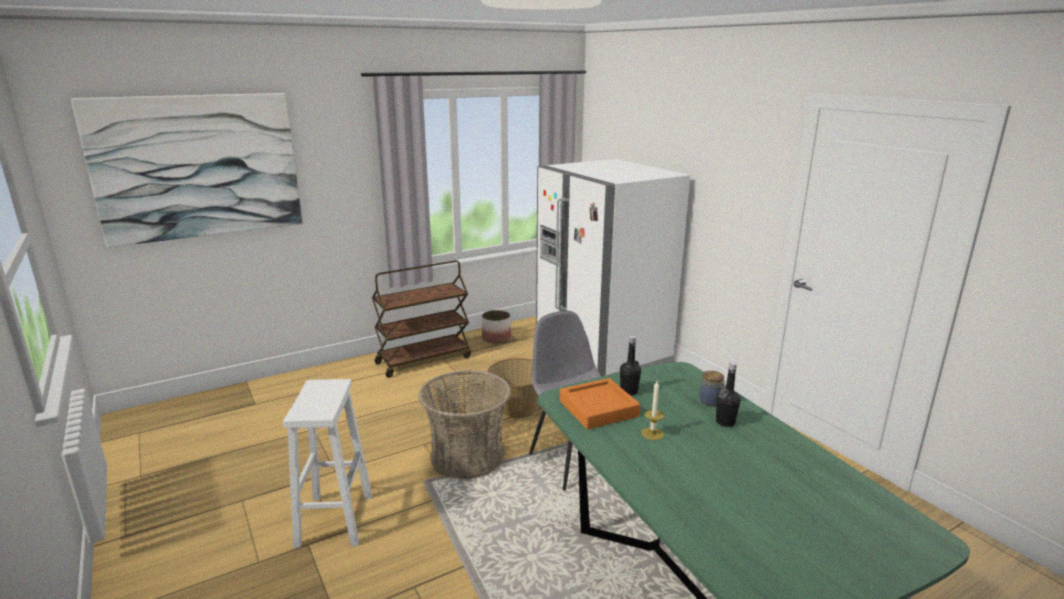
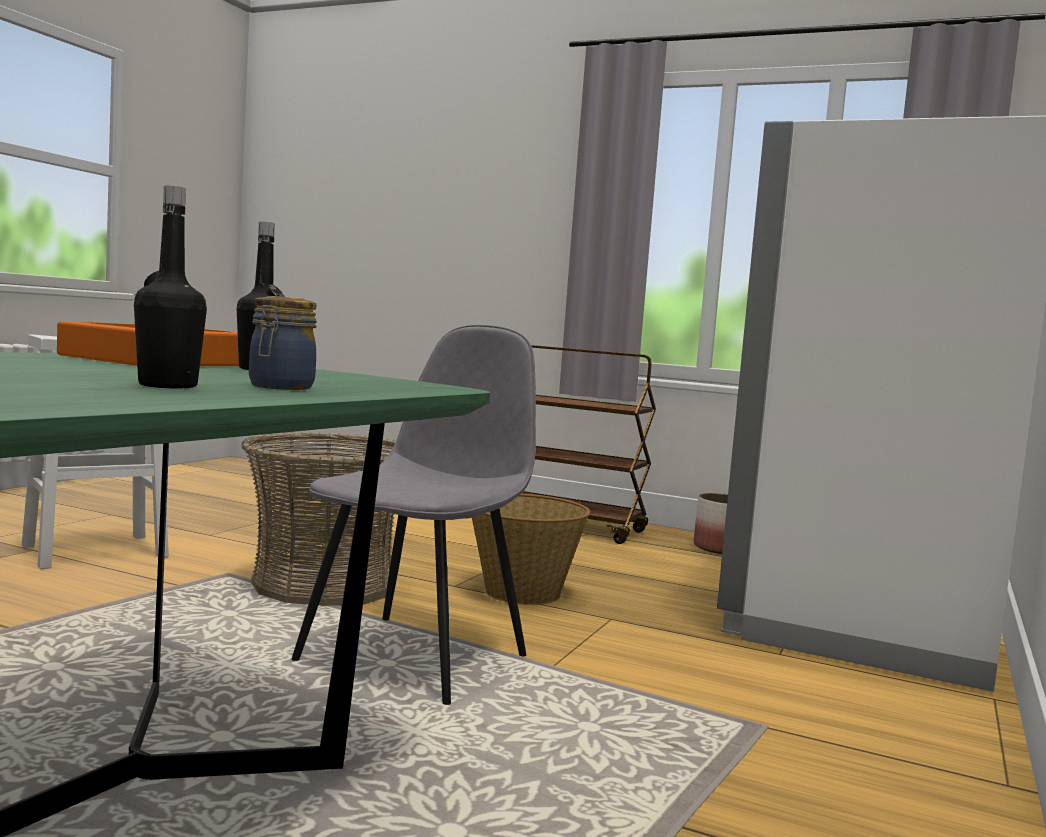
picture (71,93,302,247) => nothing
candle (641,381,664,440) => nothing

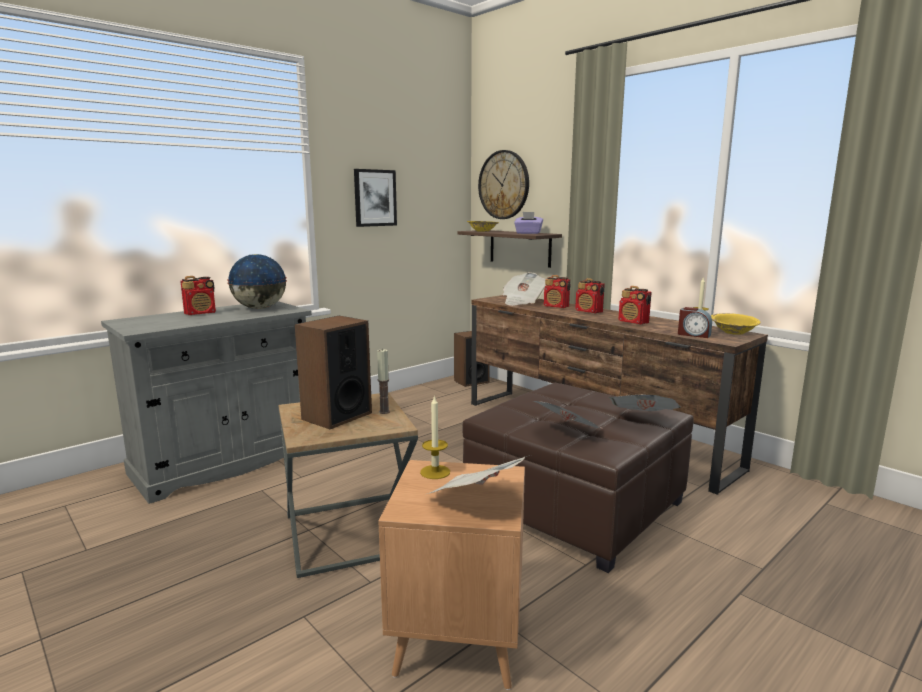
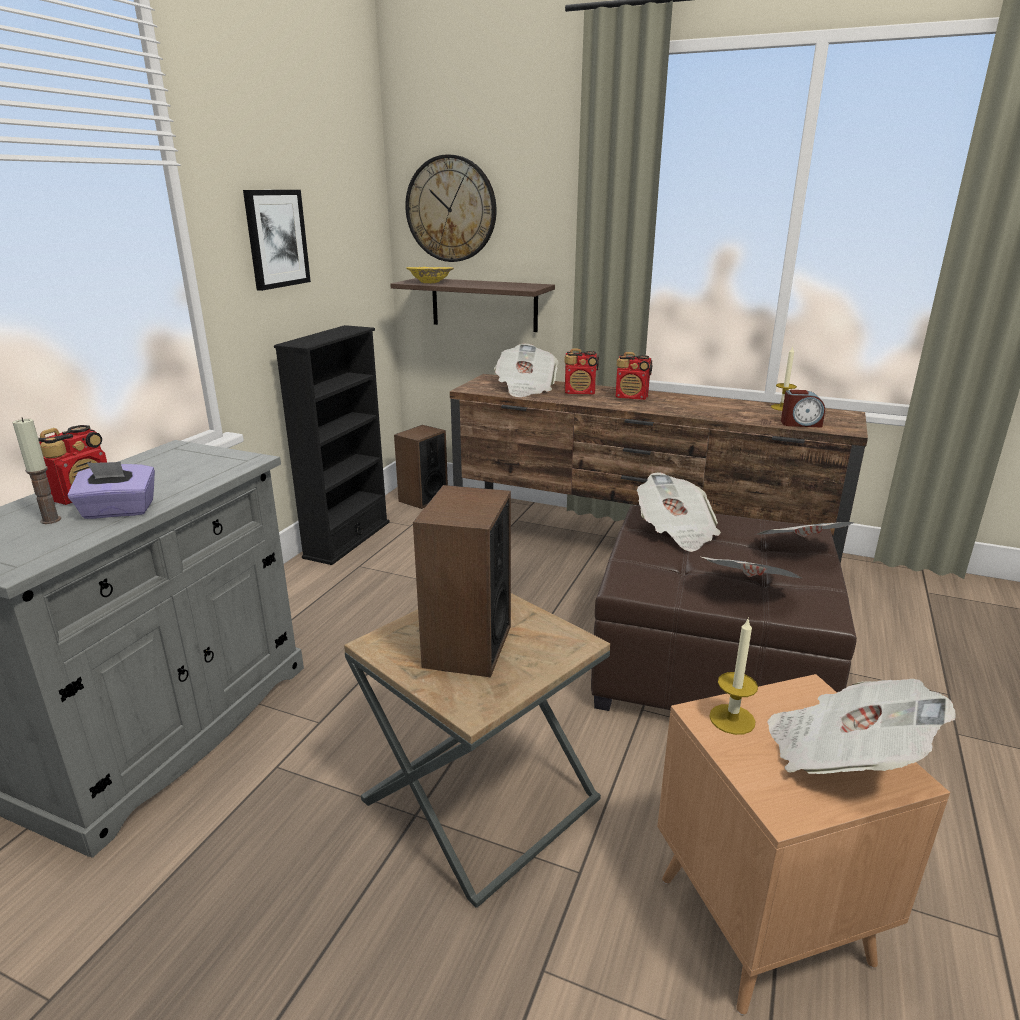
globe (227,254,287,309) => nothing
candle (377,348,390,414) => candle (12,418,61,524), relocated
tissue box (purple) (514,212,543,234) => tissue box (purple) (67,462,155,519), relocated
radio (619,286,652,324) => nothing
bowl (yellow) (711,313,761,335) => nothing
nothing => bookcase (black) (274,325,390,565)
nothing => newspaper (637,472,721,552)

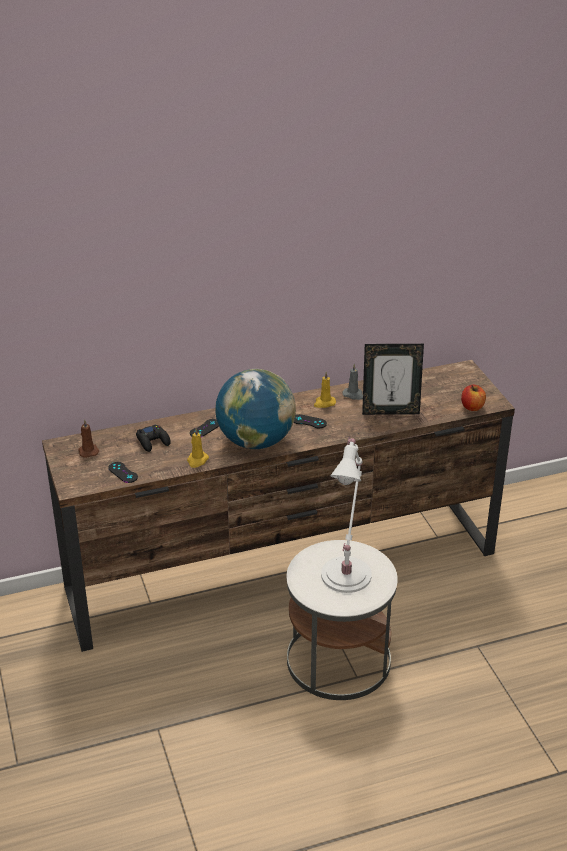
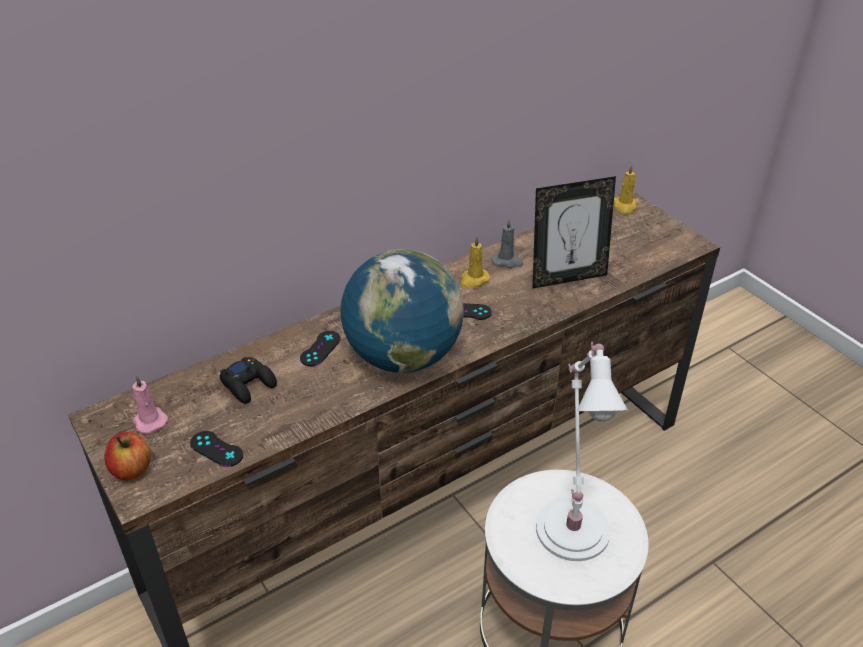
candle (brown) (78,419,99,458) => candle (pink) (132,375,168,433)
candle (yellow) (187,428,209,468) => candle (yellow) (614,164,637,214), relocated
apple (461,385,486,411) => apple (104,432,151,480), relocated

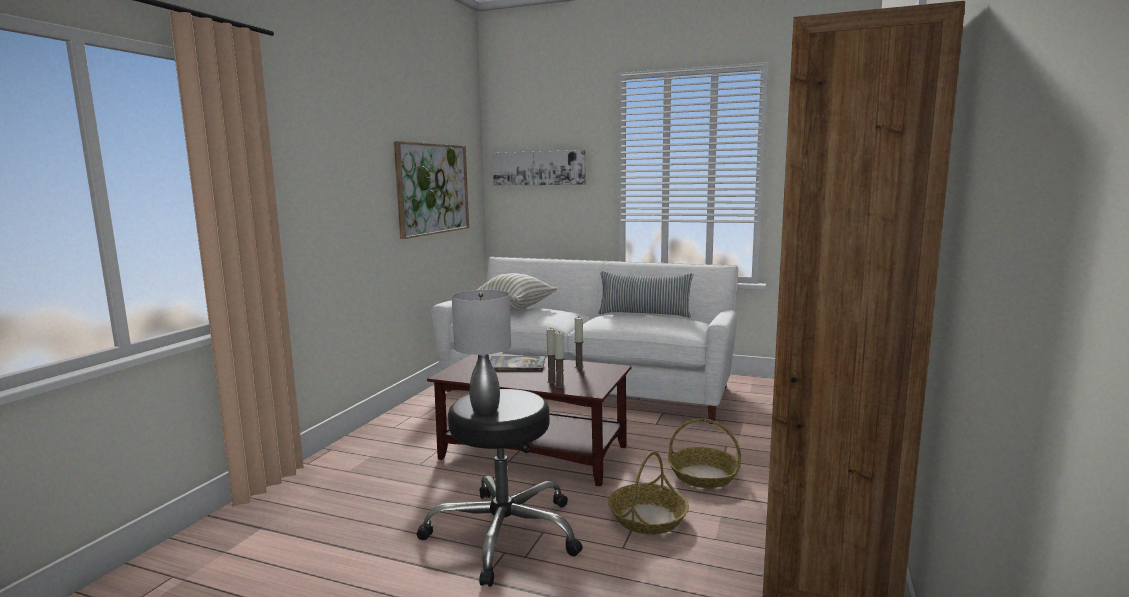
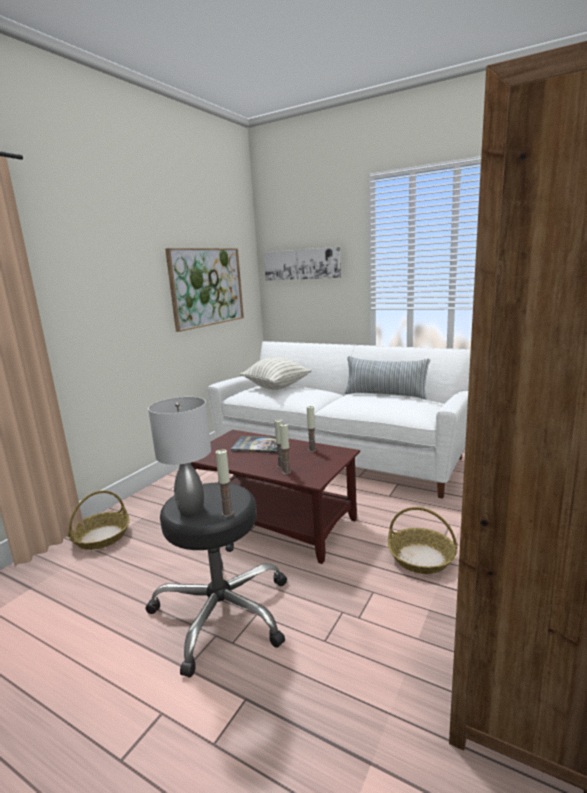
basket (608,451,689,535) => basket (68,490,130,550), relocated
nothing => candle (215,449,234,517)

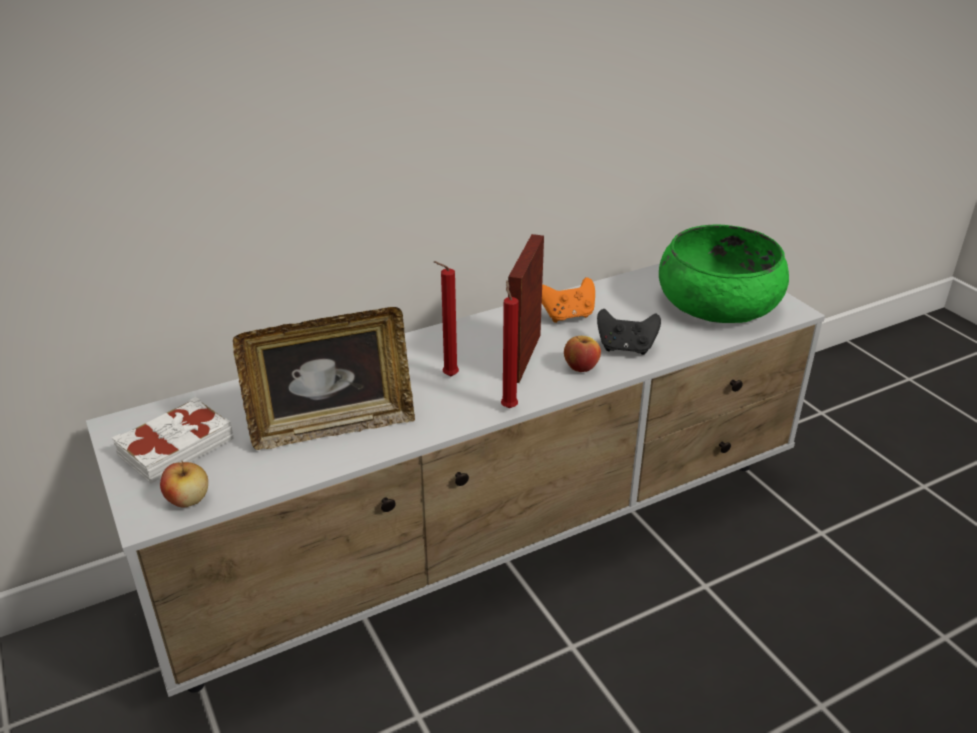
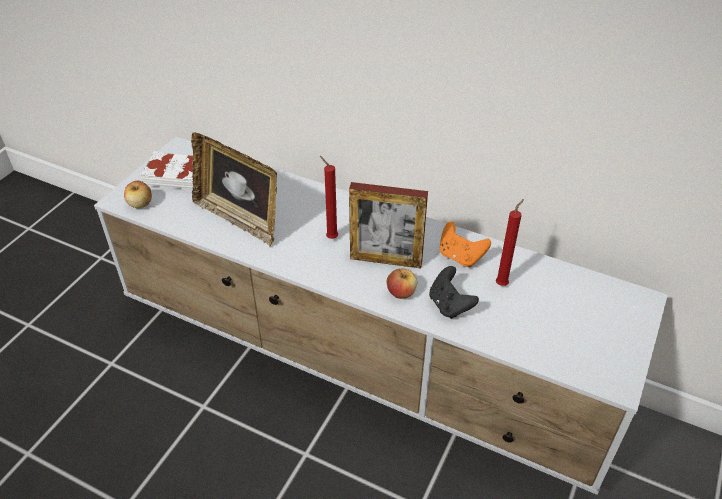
candle (red) (501,280,519,408) => candle (red) (496,199,524,286), relocated
picture frame (508,234,544,383) => picture frame (349,182,428,269), 150 degrees counterclockwise
bowl (green) (659,225,789,323) => nothing

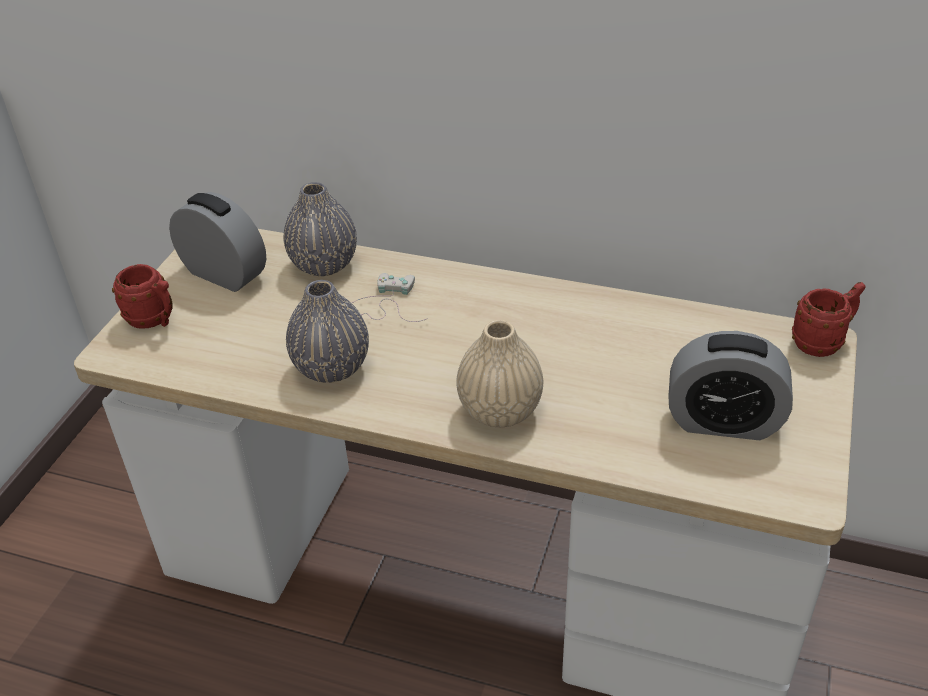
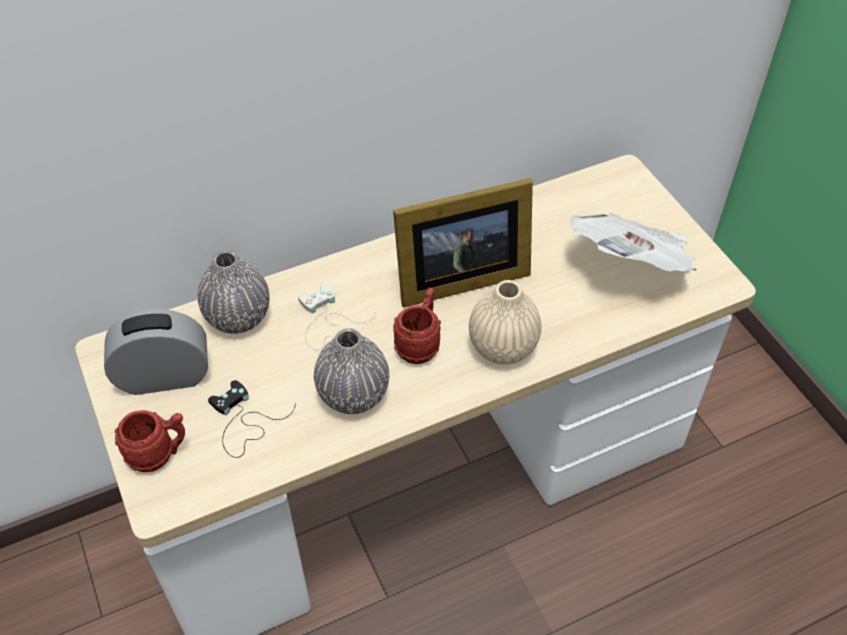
alarm clock (668,331,793,440) => newspaper (570,213,696,271)
mug (red) (792,282,866,357) => mug (red) (393,287,441,364), relocated
nothing => game controller (black) (208,380,296,458)
nothing => picture frame (393,178,533,308)

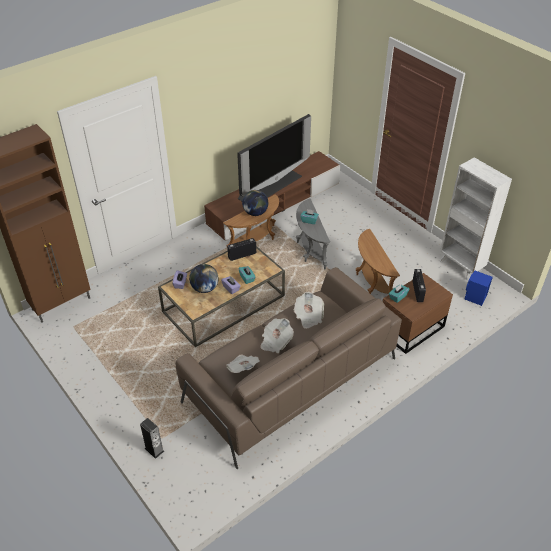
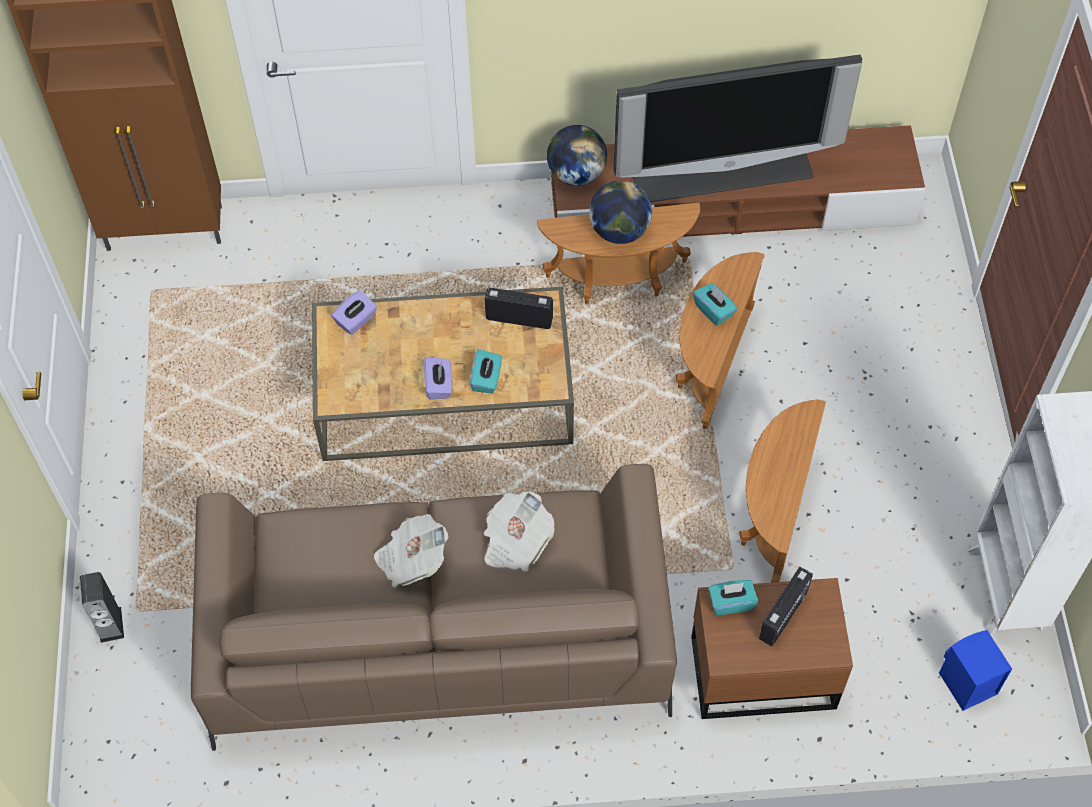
globe (189,264,219,293) => globe (547,125,607,186), relocated
newspaper (227,354,259,373) => nothing
side table (grey) (296,199,330,269) => side table (brown) (676,252,765,429)

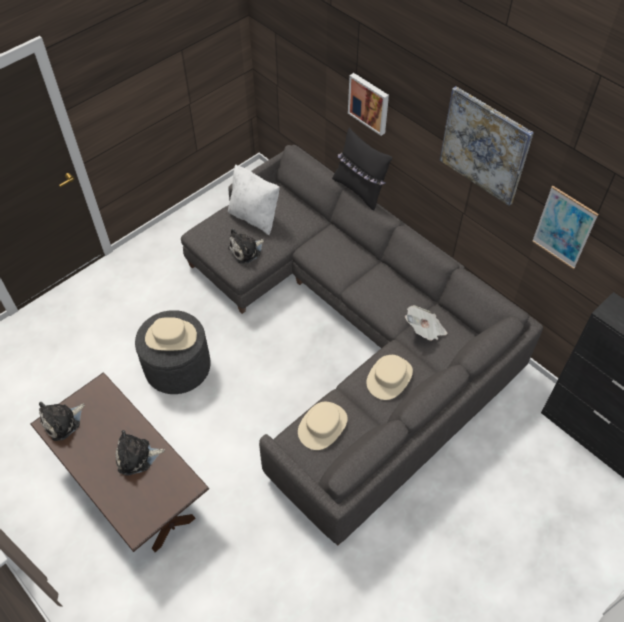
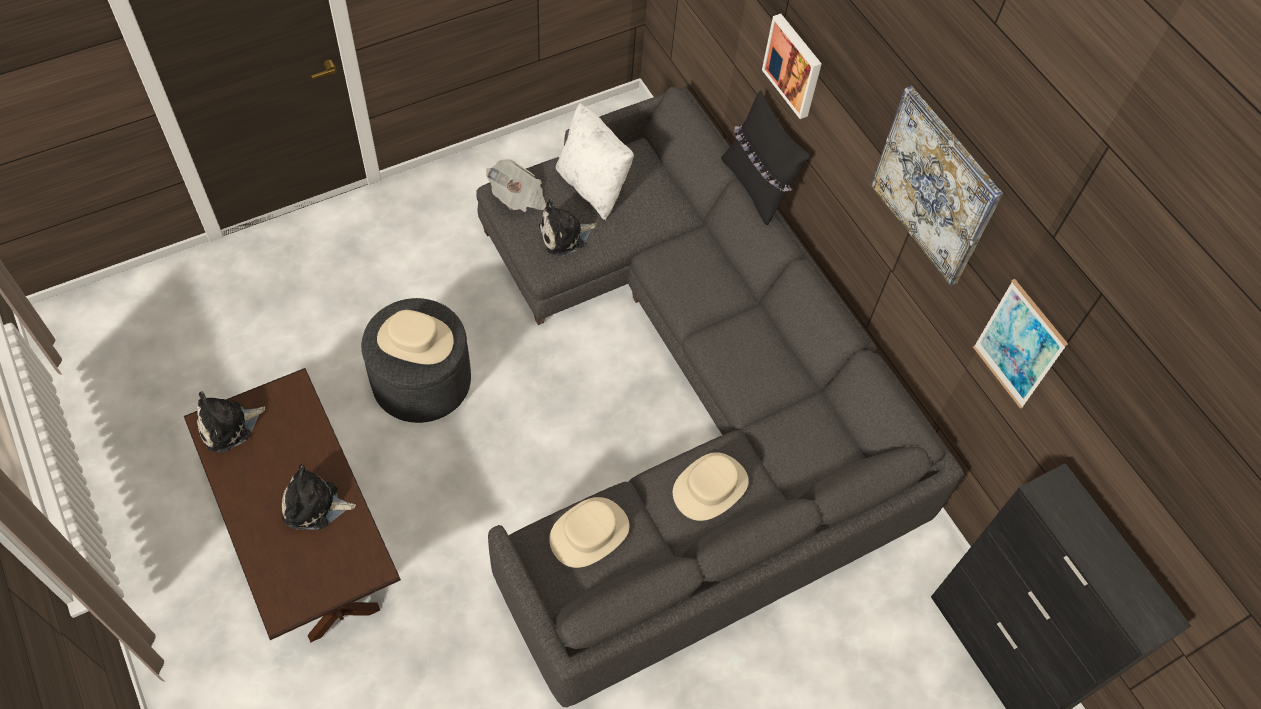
newspaper (405,305,447,341) => newspaper (486,159,546,212), relocated

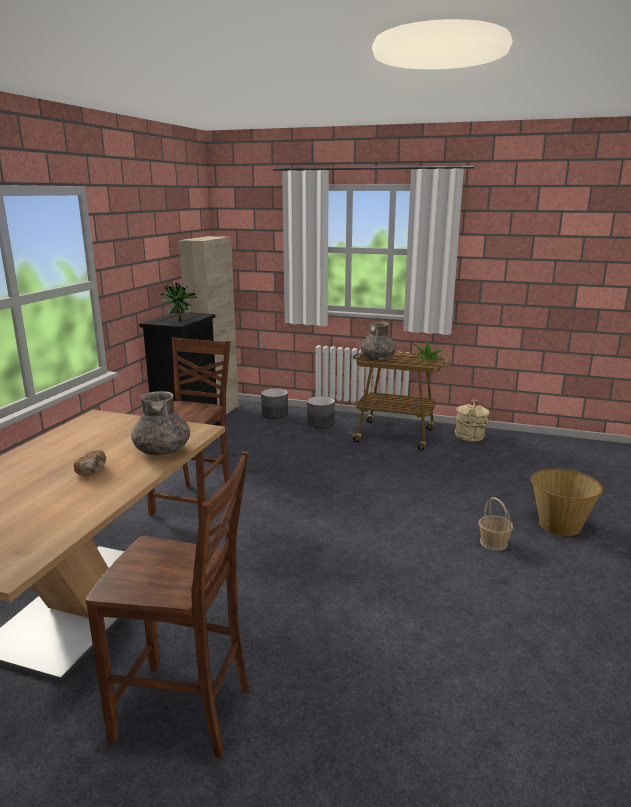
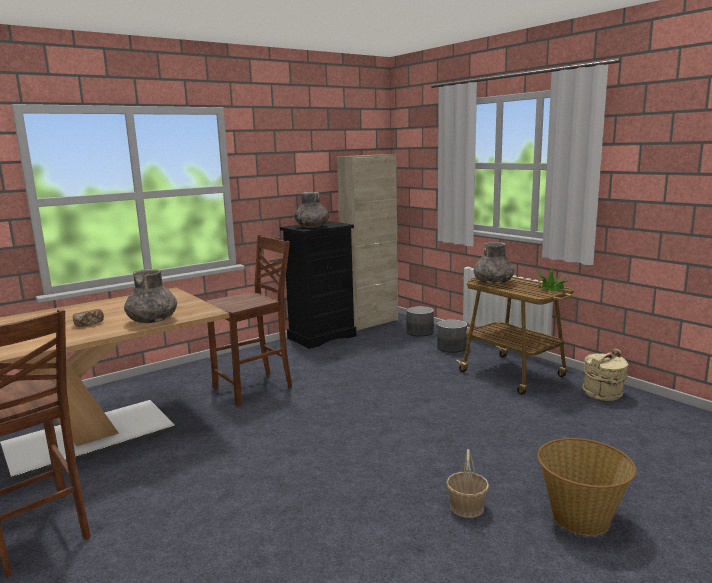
potted plant (160,283,197,321) => vase (grey) (294,192,329,228)

